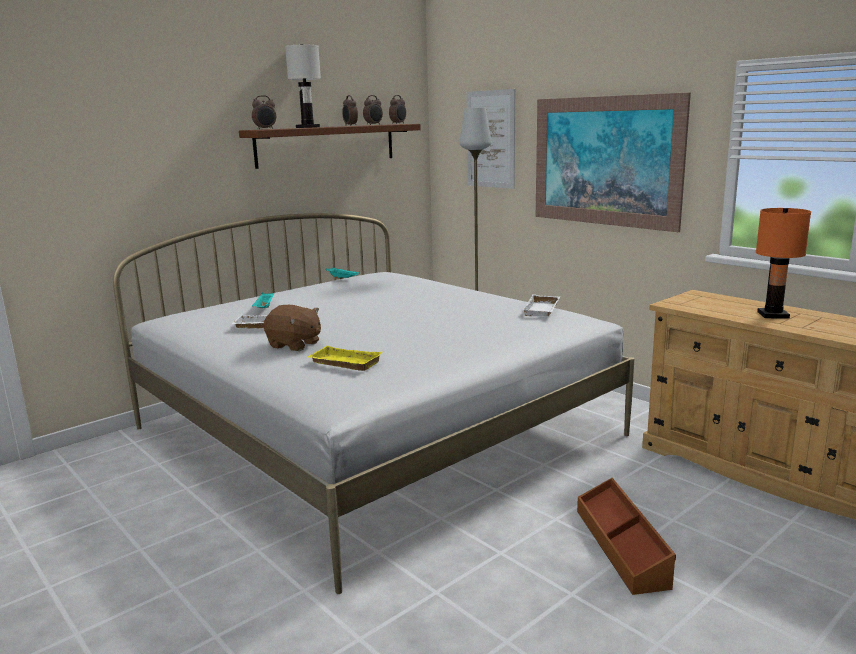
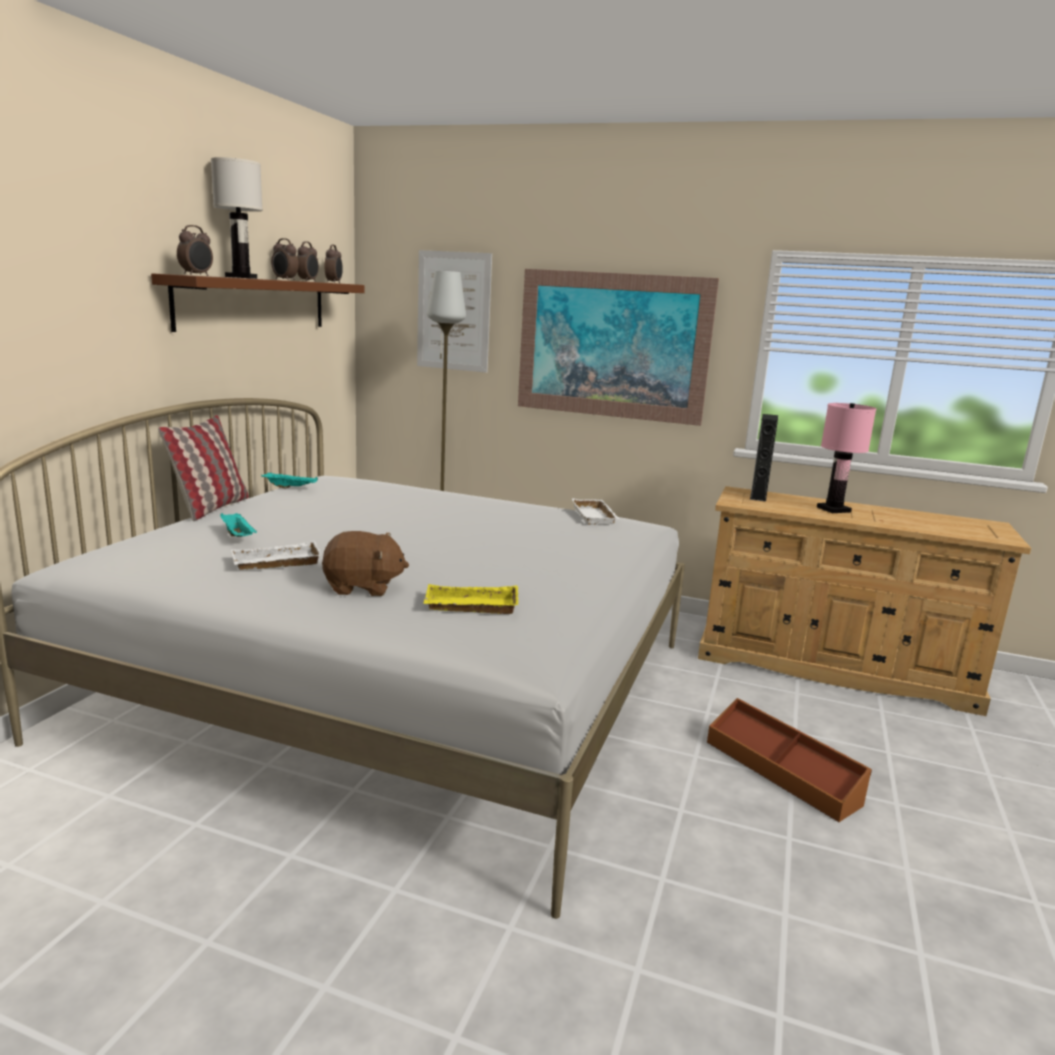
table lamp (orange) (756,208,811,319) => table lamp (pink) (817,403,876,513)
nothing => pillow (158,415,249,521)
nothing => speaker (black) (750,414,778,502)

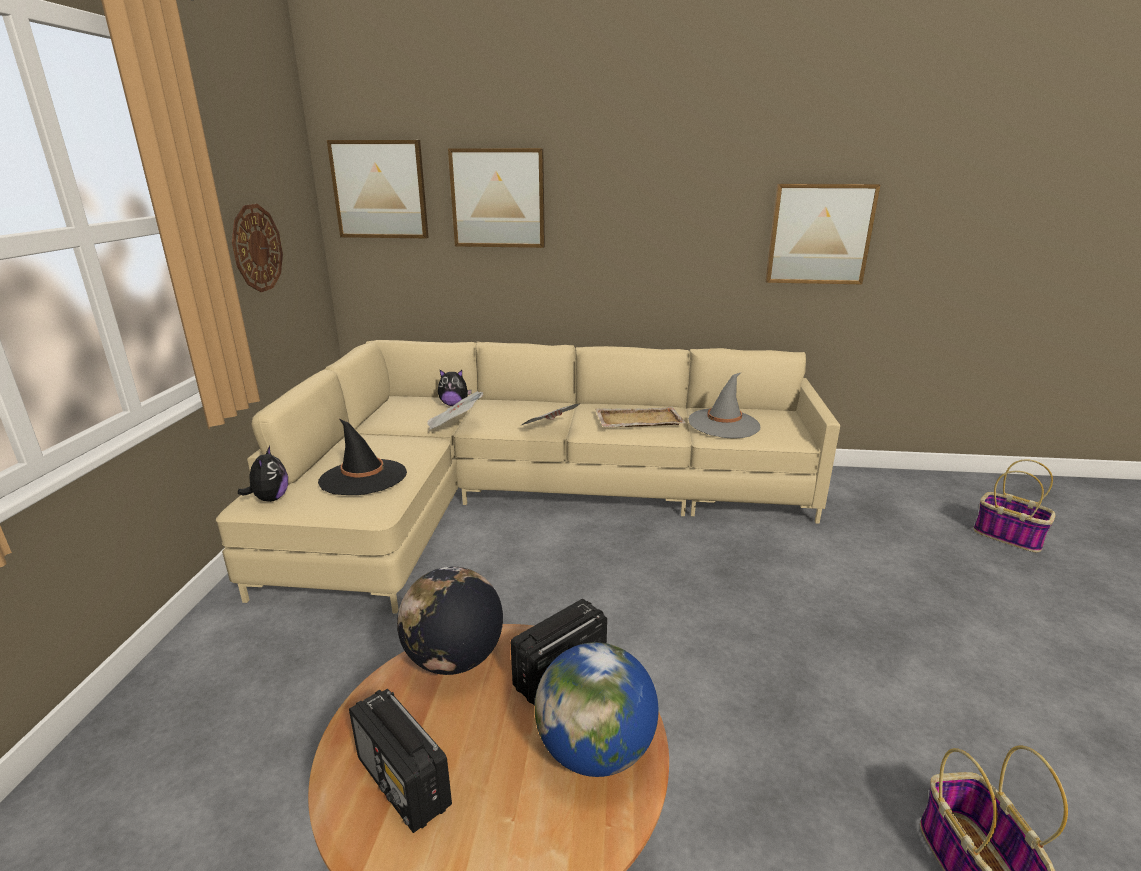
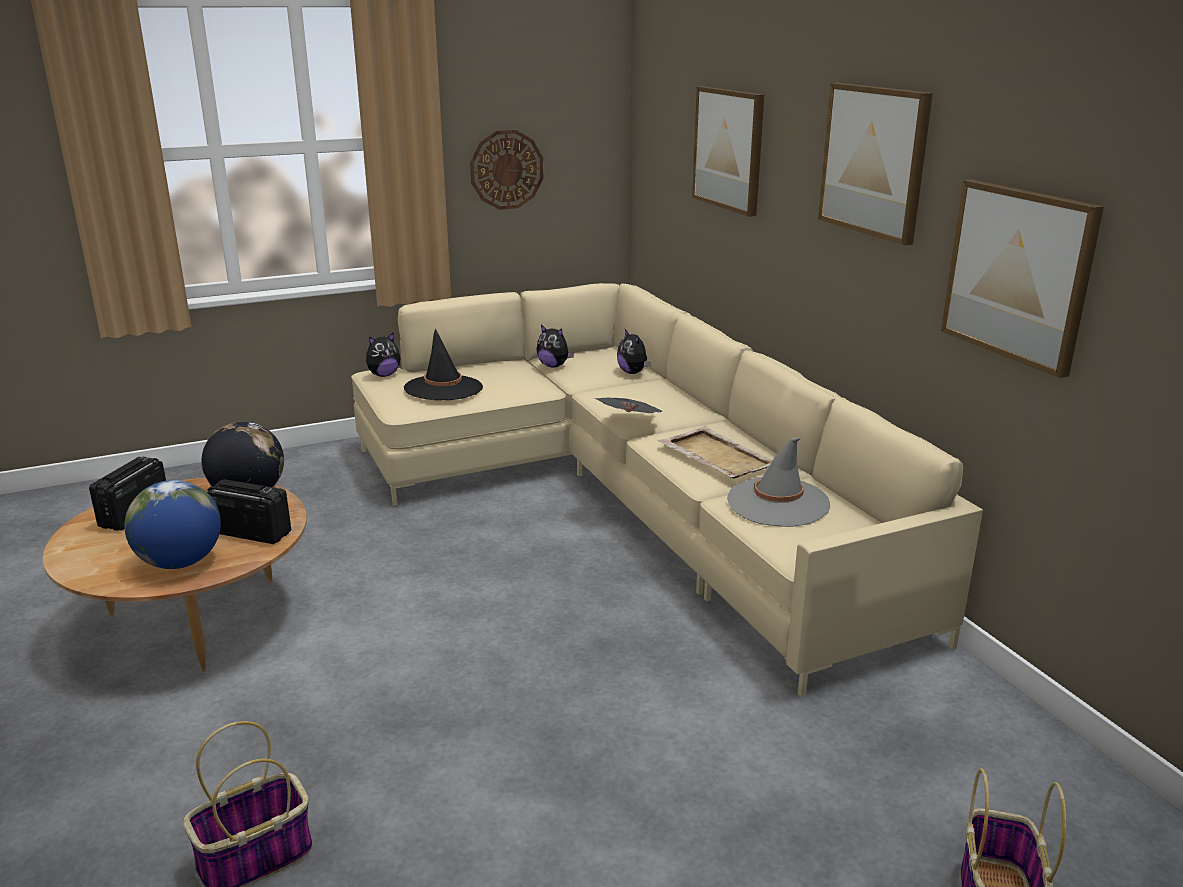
picture (327,140,429,238) => picture (818,83,933,246), relocated
newspaper (427,391,483,430) => nothing
nothing => plush toy (537,325,574,367)

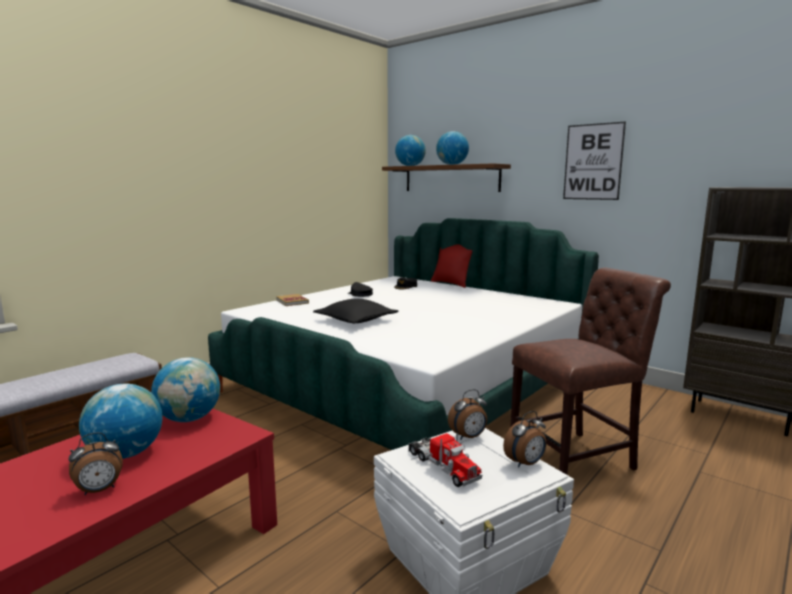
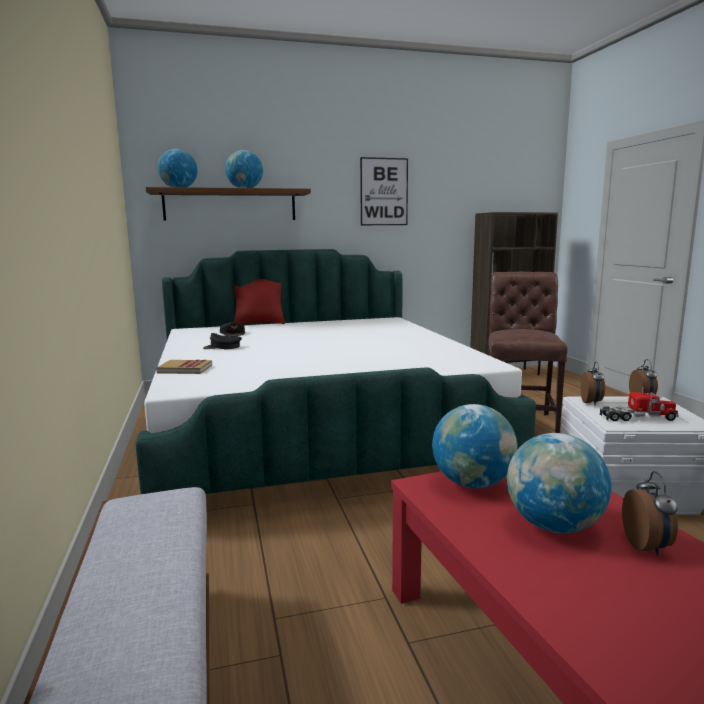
pillow (black) (313,299,398,324) => nothing

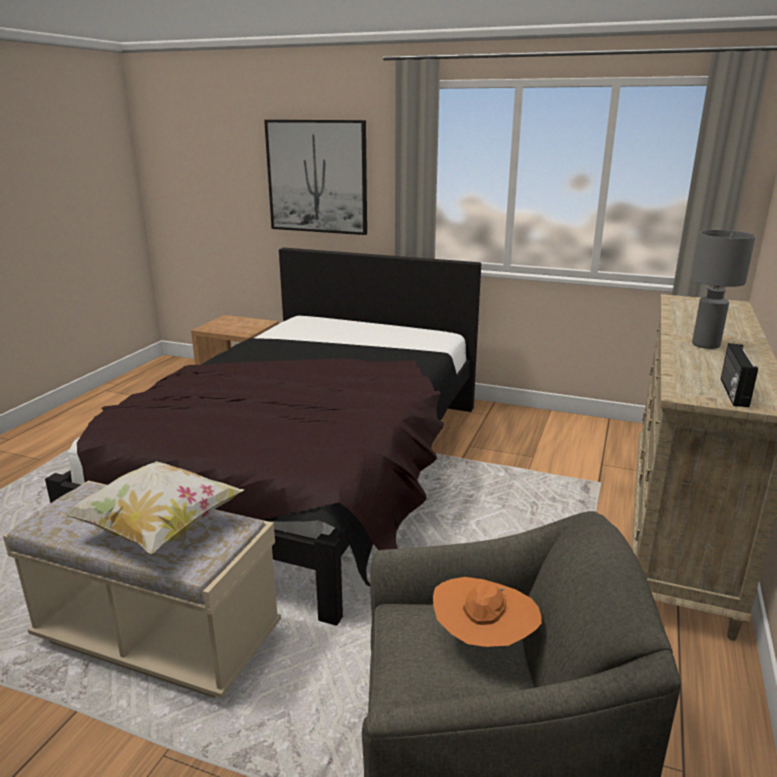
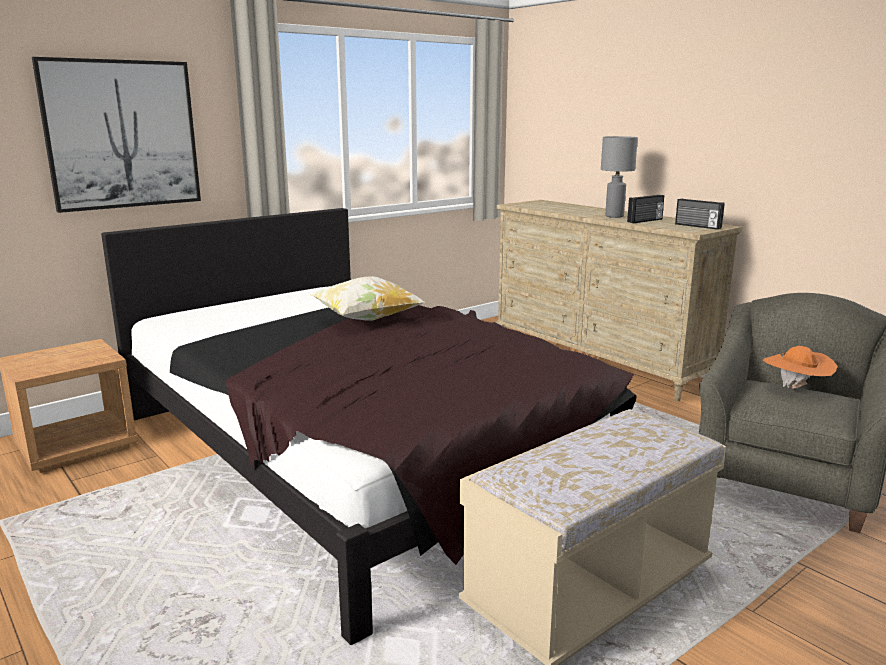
pillow (60,461,244,554) => pillow (311,276,425,321), relocated
nothing => radio (627,195,664,223)

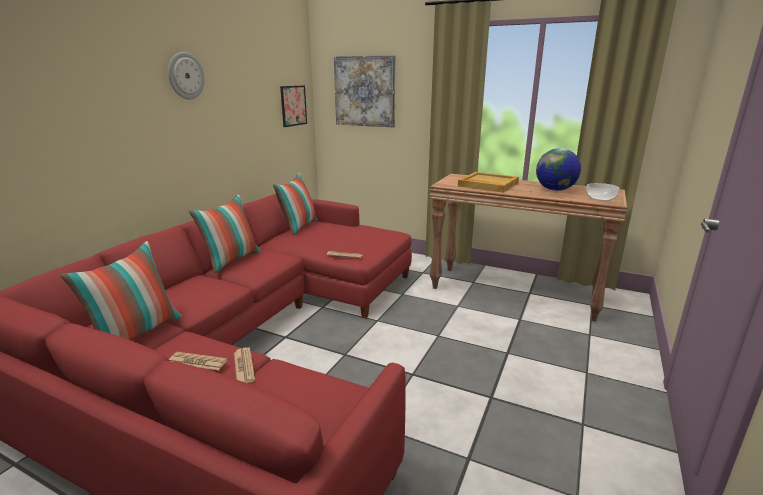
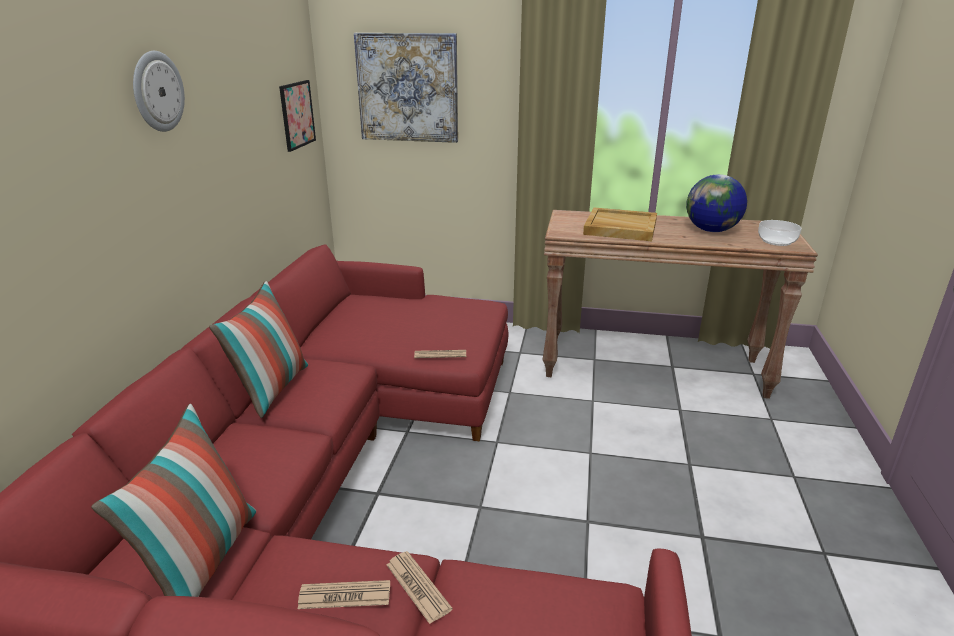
pillow (273,173,317,235) => nothing

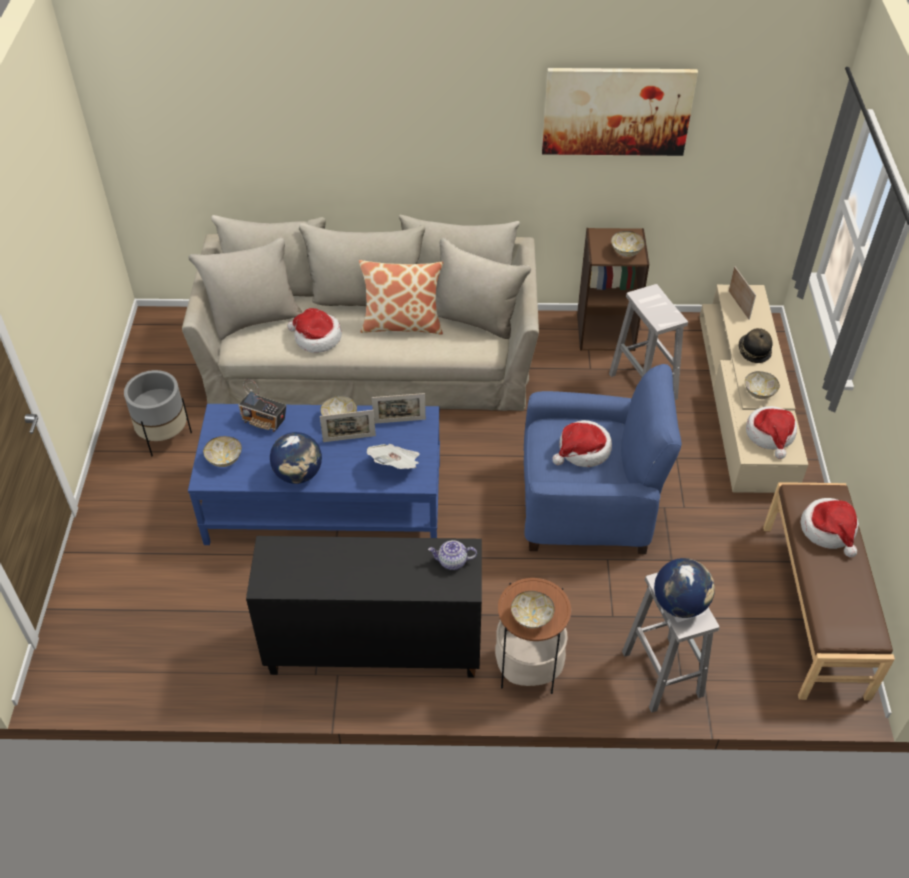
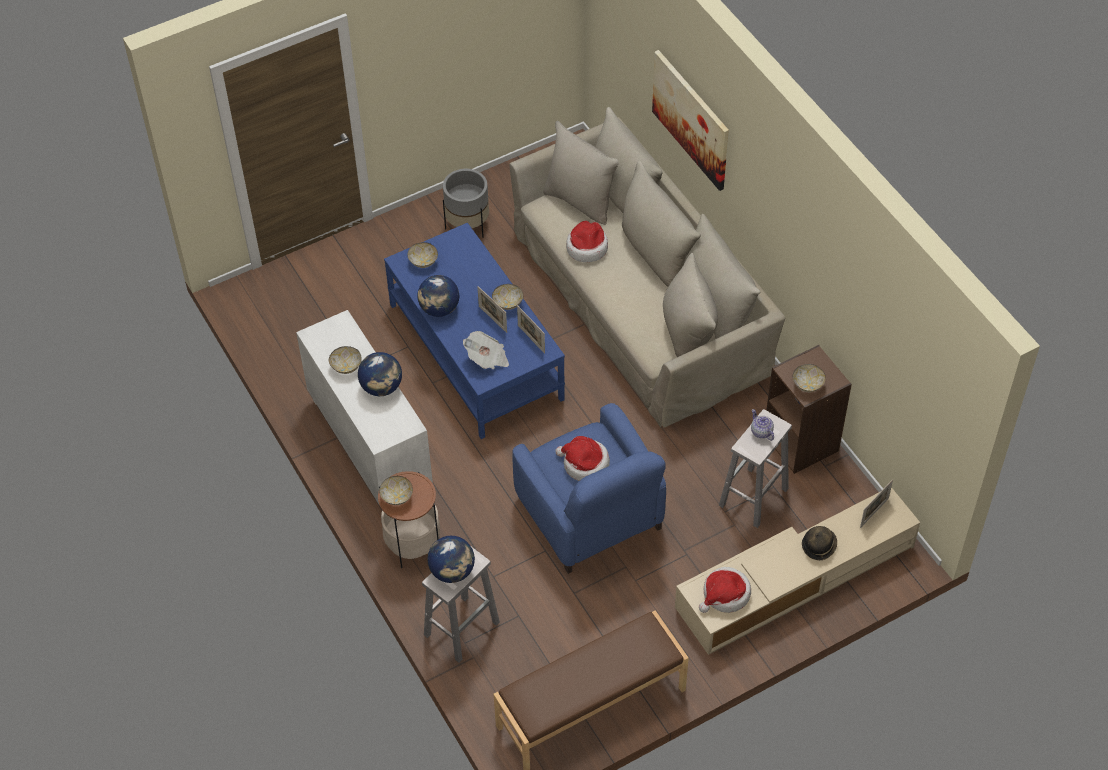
radio (238,379,286,432) => nothing
cabinet (black) (246,536,482,677) => cabinet (white) (296,310,433,506)
pillow (359,260,443,335) => nothing
teapot (428,540,477,570) => teapot (751,409,774,441), relocated
picture (542,68,698,156) => picture (652,50,729,191), relocated
bowl (745,371,780,399) => bowl (329,346,362,374), relocated
hat (800,498,859,557) => nothing
nothing => globe (358,352,402,396)

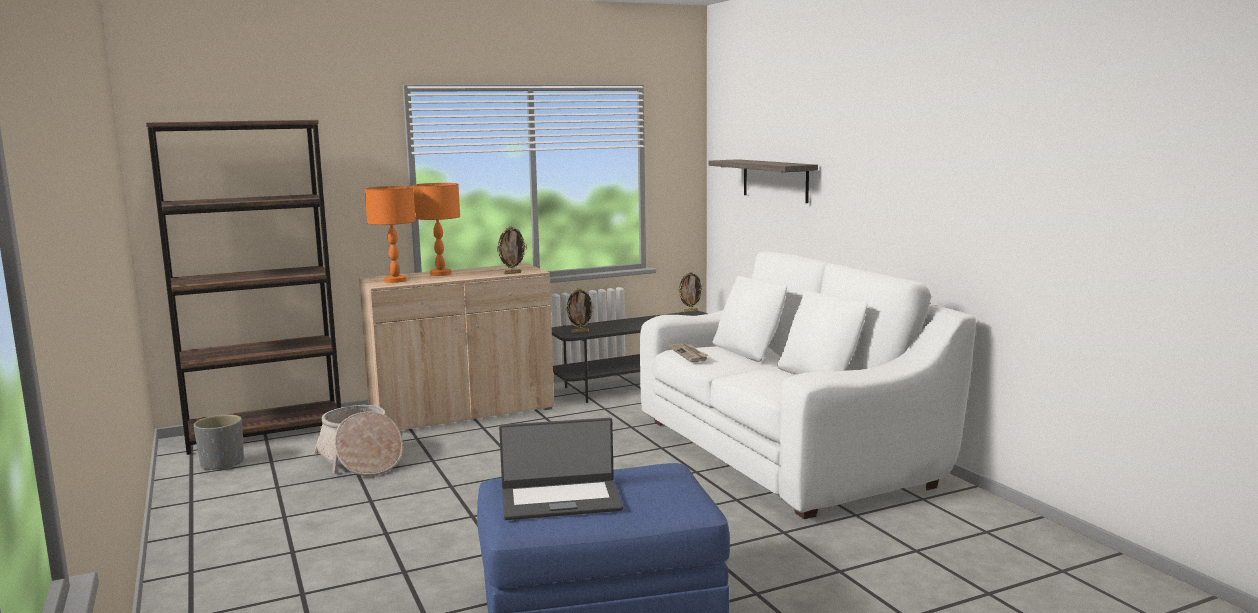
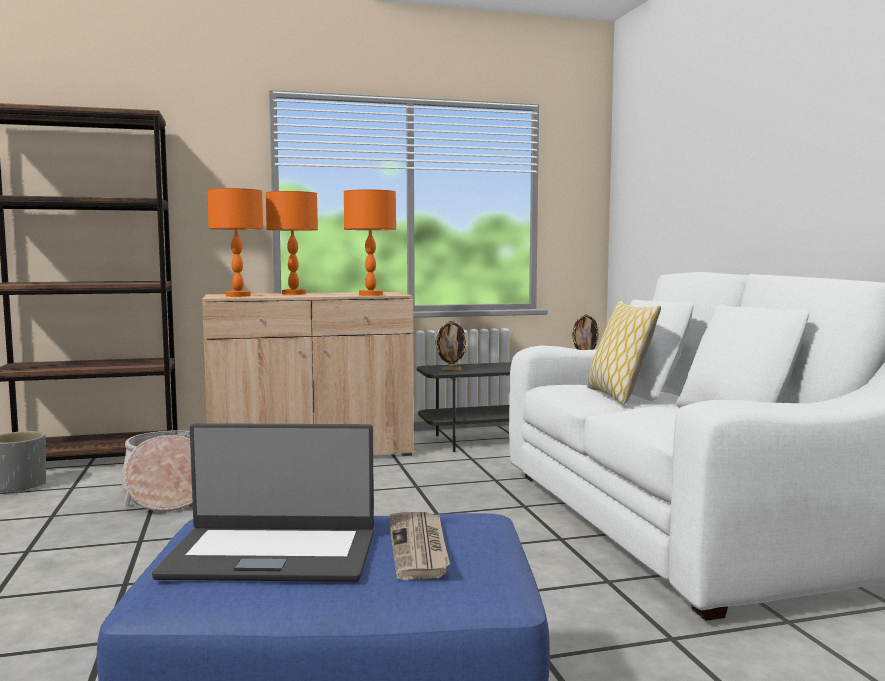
picture frame (497,226,527,274) => table lamp (orange) (344,189,396,296)
newspaper (669,343,709,362) => newspaper (388,512,450,580), relocated
shelf (708,159,818,203) => nothing
nothing => pillow (587,301,661,405)

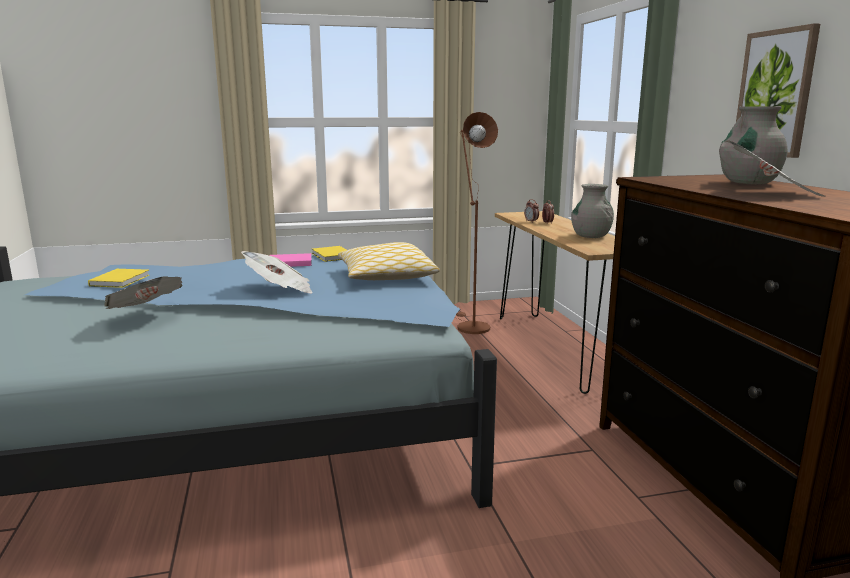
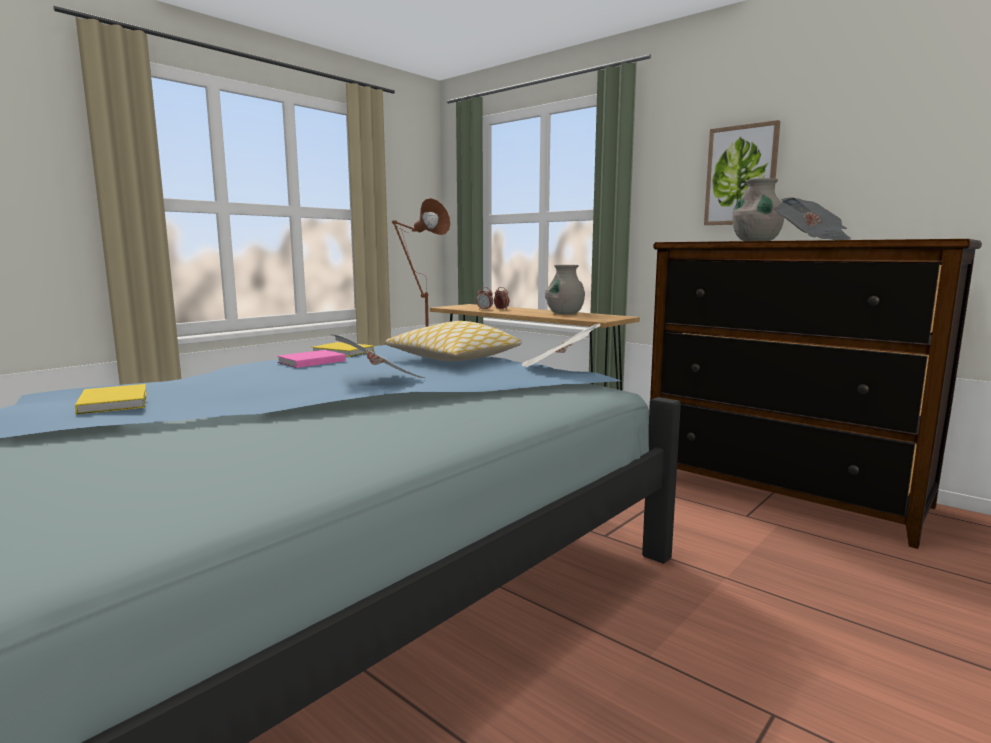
newspaper (104,276,182,309) => newspaper (522,324,600,367), relocated

